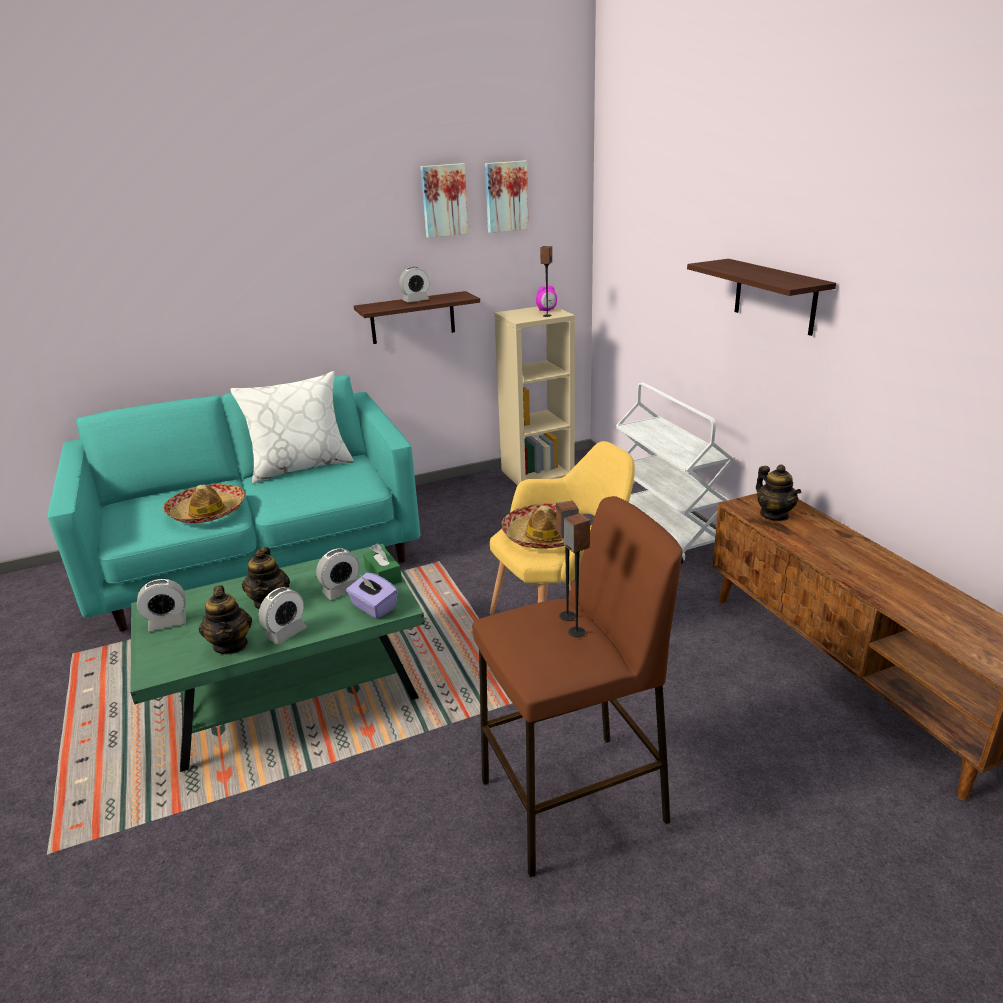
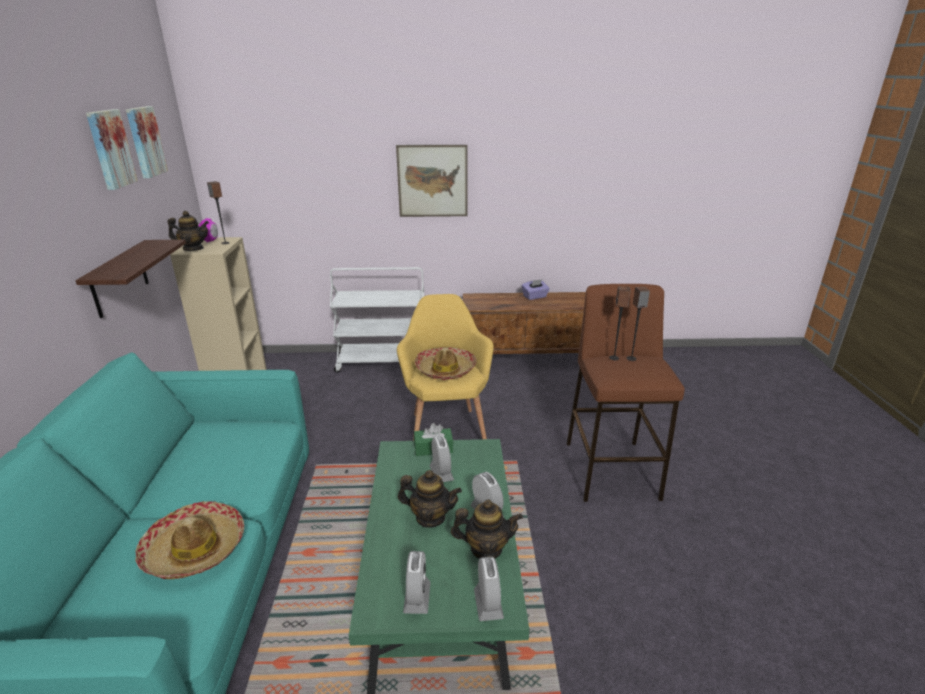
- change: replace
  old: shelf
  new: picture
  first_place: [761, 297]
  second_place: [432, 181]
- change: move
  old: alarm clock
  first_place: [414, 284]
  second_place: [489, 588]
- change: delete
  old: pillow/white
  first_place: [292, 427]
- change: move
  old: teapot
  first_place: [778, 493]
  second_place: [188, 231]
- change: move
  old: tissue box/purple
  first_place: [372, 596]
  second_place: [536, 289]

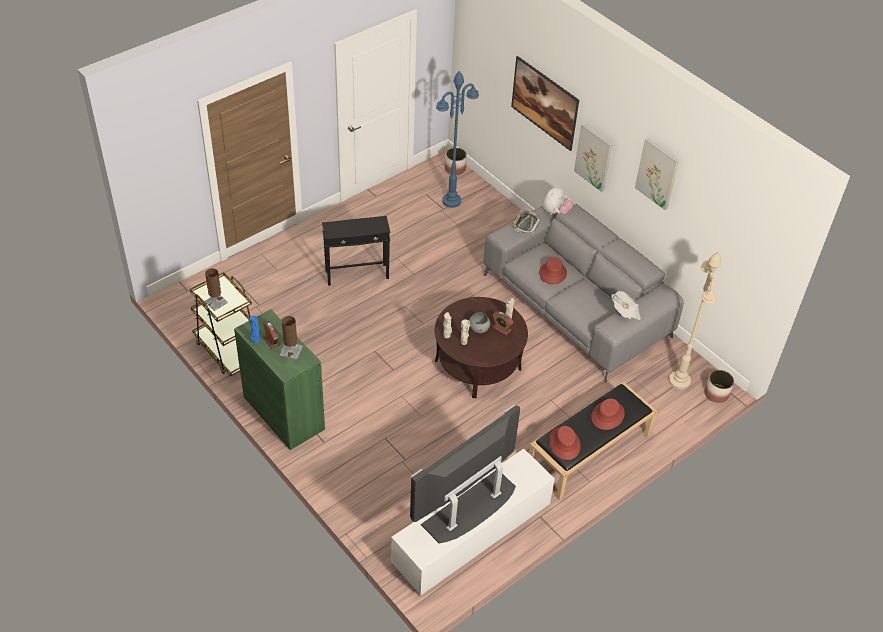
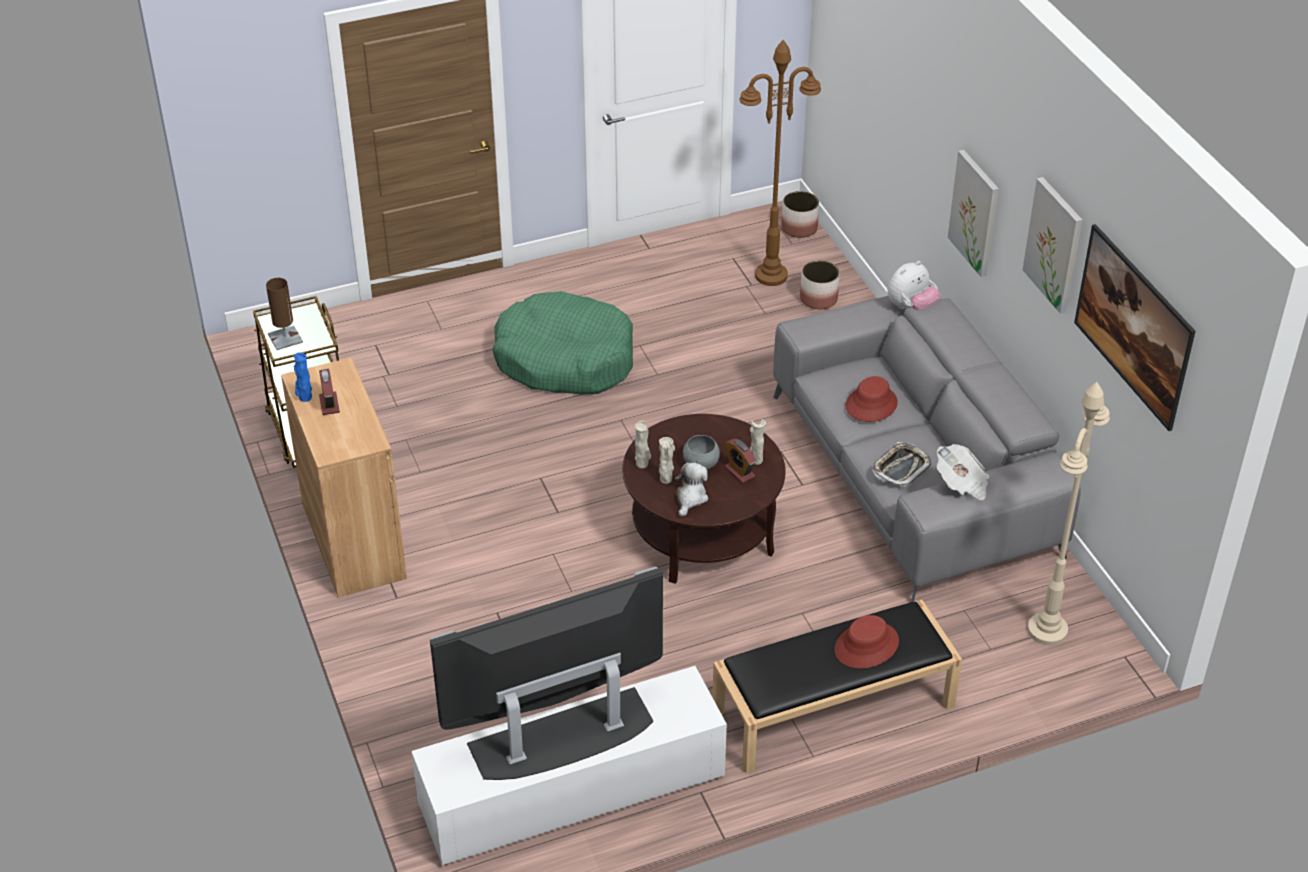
- change: move
  old: picture
  first_place: [545, 103]
  second_place: [1134, 327]
- change: recolor
  old: floor lamp/blue
  new: floor lamp/brown
  first_place: [457, 139]
  second_place: [780, 163]
- change: move
  old: tray
  first_place: [526, 222]
  second_place: [902, 464]
- change: replace
  old: side table/black
  new: dog bed/green
  first_place: [356, 251]
  second_place: [562, 342]
- change: recolor
  old: cabinet/green
  new: cabinet/brown
  first_place: [279, 379]
  second_place: [344, 478]
- change: delete
  old: table lamp/brown
  first_place: [291, 337]
- change: move
  old: planter
  first_place: [719, 386]
  second_place: [820, 285]
- change: delete
  old: hat/red
  first_place: [565, 443]
- change: insert
  new: plush toy
  second_place: [691, 489]

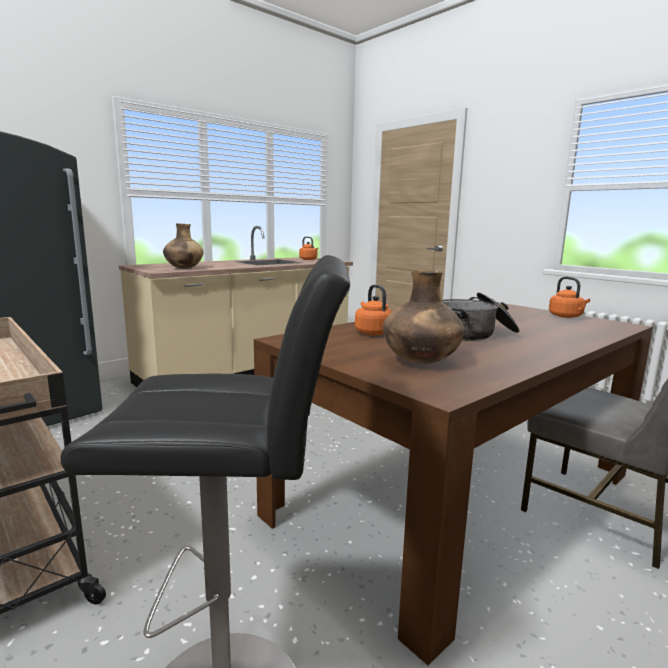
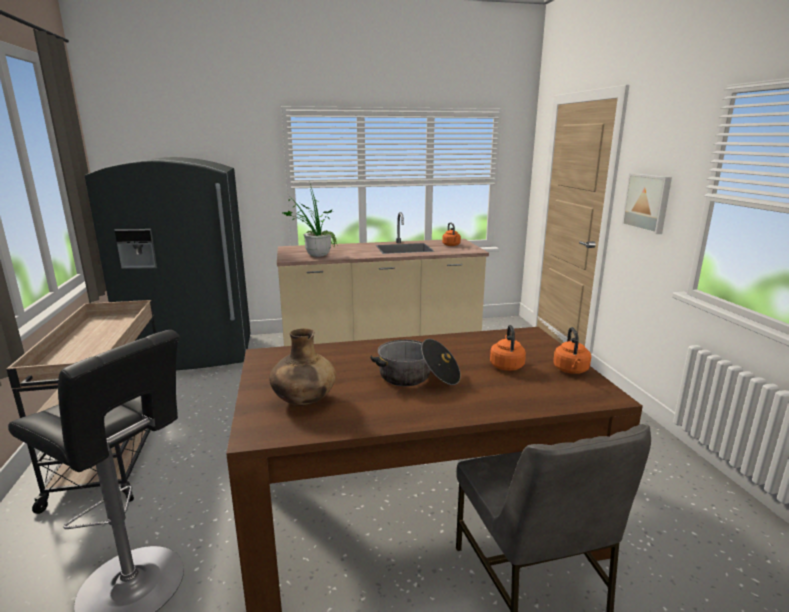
- change: replace
  old: vase/brown
  new: potted plant
  first_place: [183, 246]
  second_place: [310, 219]
- change: move
  old: kettle/orange
  first_place: [374, 310]
  second_place: [508, 348]
- change: insert
  new: picture
  second_place: [647, 203]

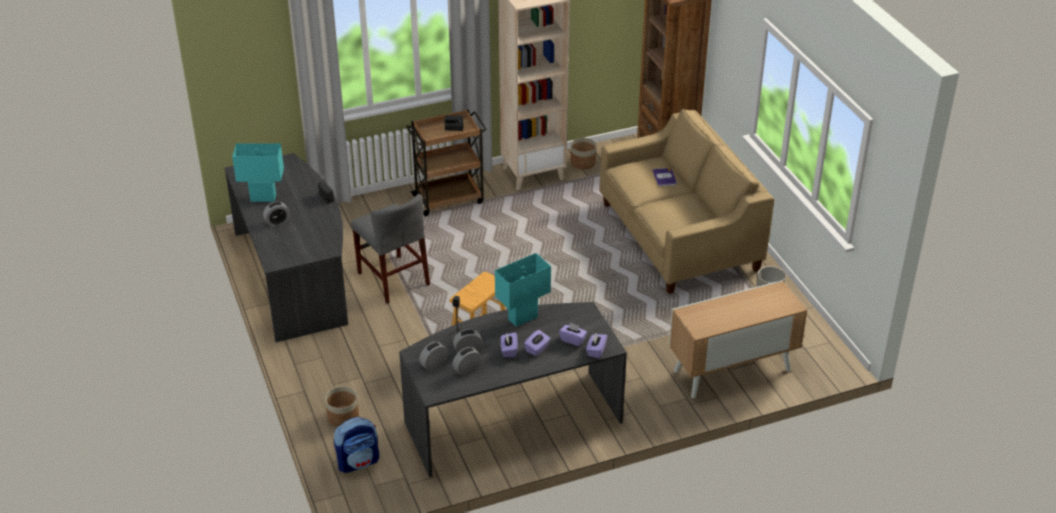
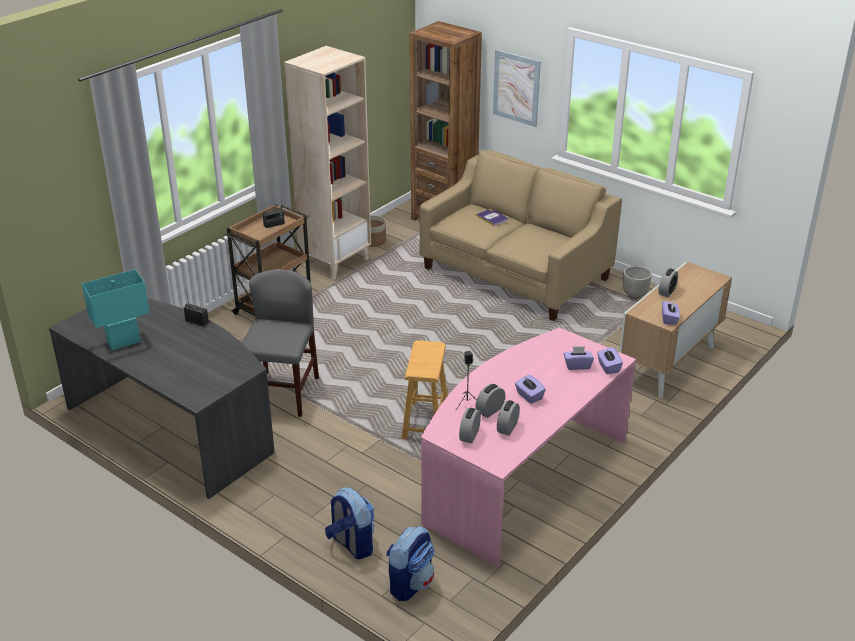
- change: rotate
  old: chair/grey
  first_place: [390, 248]
  second_place: [280, 343]
  degrees: -105
- change: move
  old: alarm clock
  first_place: [276, 214]
  second_place: [668, 282]
- change: delete
  old: table lamp/turquoise
  first_place: [523, 290]
- change: recolor
  old: desk/grey
  new: desk/pink
  first_place: [513, 389]
  second_place: [528, 447]
- change: move
  old: tissue box/purple
  first_place: [537, 343]
  second_place: [671, 312]
- change: replace
  old: planter
  new: backpack
  first_place: [342, 406]
  second_place: [350, 523]
- change: insert
  new: picture
  second_place: [517, 88]

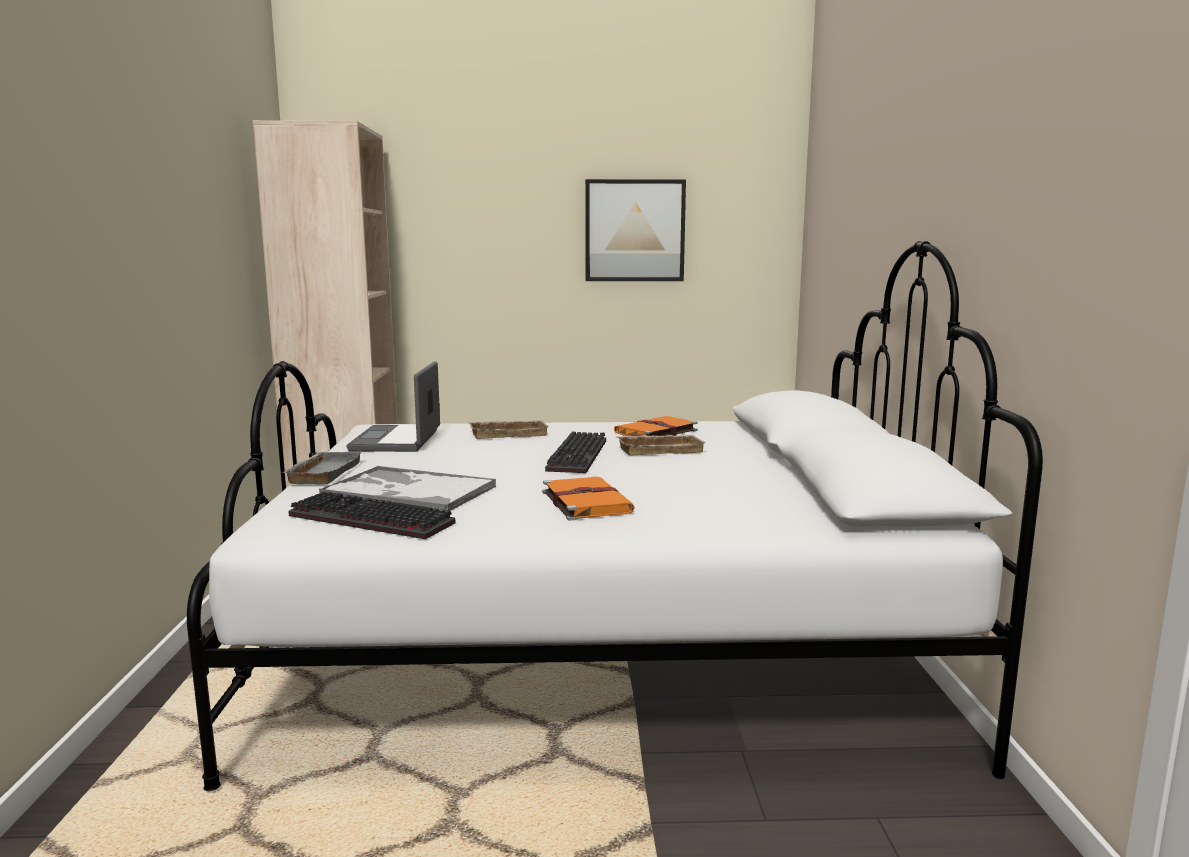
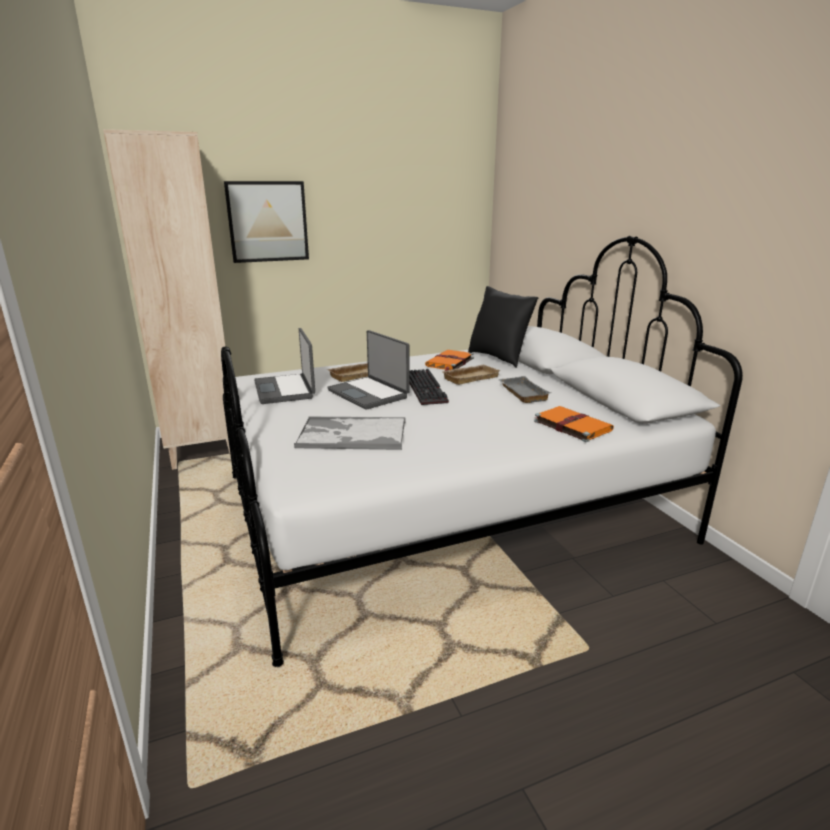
- change: move
  old: picture
  first_place: [635, 230]
  second_place: [266, 222]
- change: move
  old: tray/grey
  first_place: [321, 468]
  second_place: [525, 389]
- change: move
  old: book/orange
  first_place: [588, 498]
  second_place: [574, 424]
- change: delete
  old: keyboard
  first_place: [371, 515]
- change: insert
  new: pillow/black
  second_place: [503, 327]
- change: insert
  new: laptop
  second_place: [368, 370]

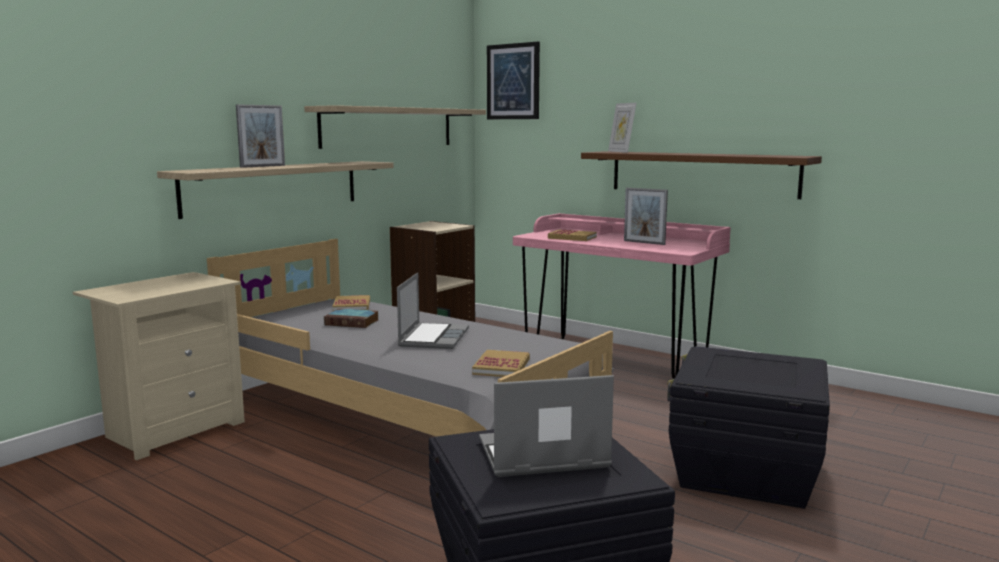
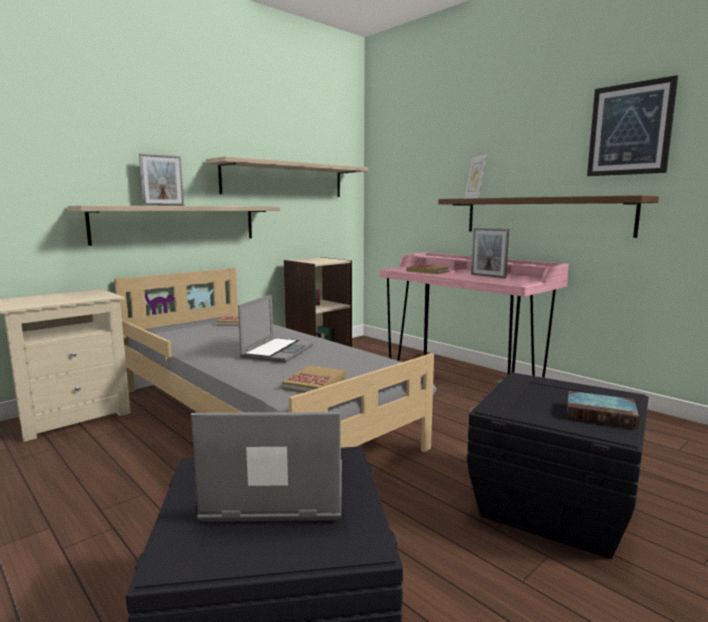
- change: move
  old: picture
  first_place: [513, 80]
  second_place: [632, 125]
- change: move
  old: book
  first_place: [351, 318]
  second_place: [603, 410]

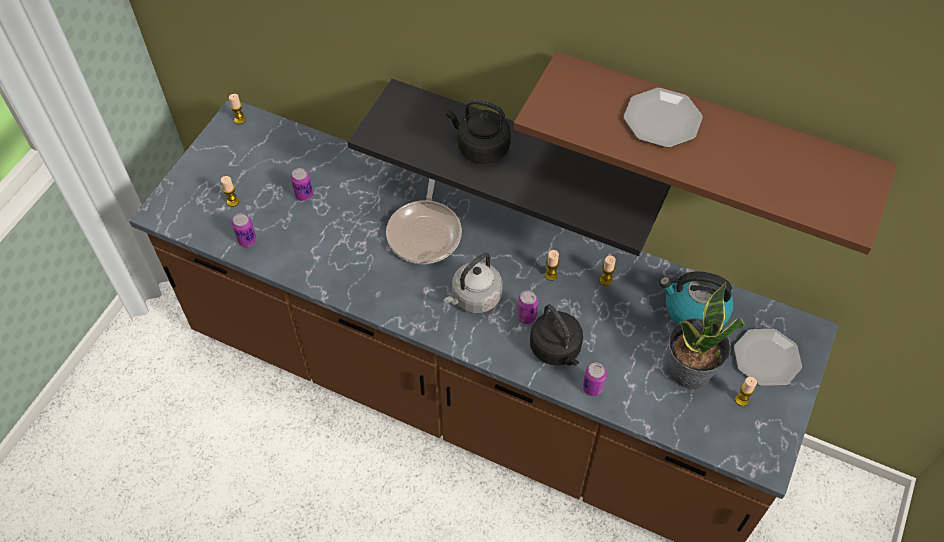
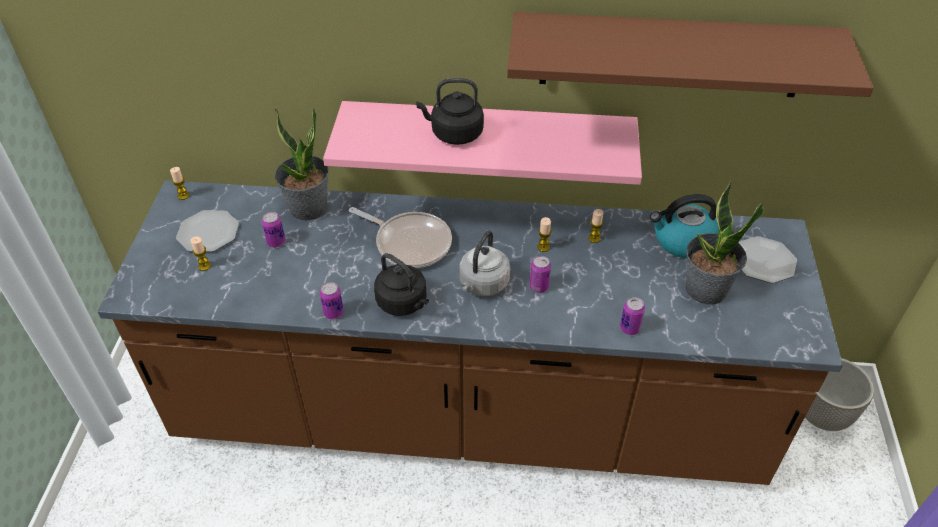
- change: recolor
  old: shelf/black
  new: shelf/pink
  first_place: [509, 167]
  second_place: [482, 143]
- change: move
  old: plate
  first_place: [663, 118]
  second_place: [207, 231]
- change: rotate
  old: frying pan
  first_place: [424, 221]
  second_place: [400, 237]
  degrees: -45
- change: move
  old: can
  first_place: [244, 230]
  second_place: [332, 301]
- change: move
  old: kettle/black
  first_place: [556, 335]
  second_place: [401, 284]
- change: delete
  old: candle
  first_place: [746, 391]
- change: insert
  new: potted plant
  second_place: [302, 164]
- change: insert
  new: planter
  second_place: [839, 394]

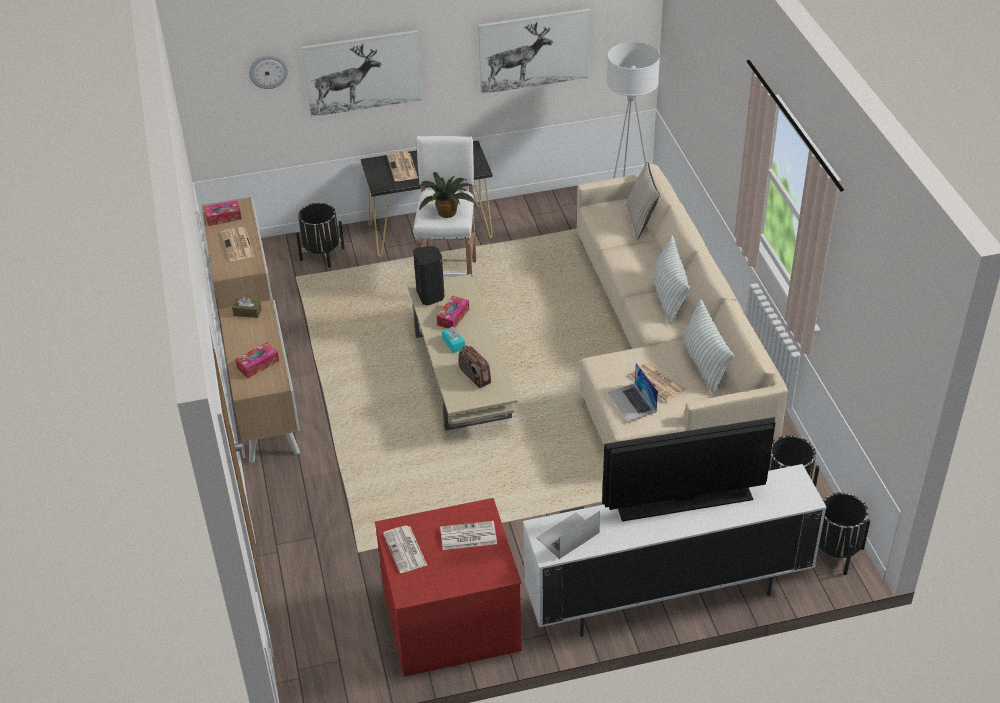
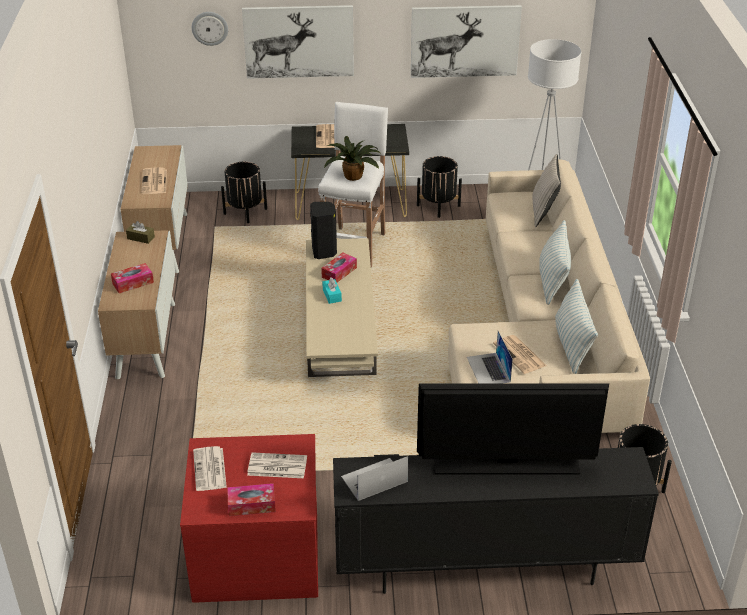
- change: move
  old: tissue box
  first_place: [223, 213]
  second_place: [251, 499]
- change: delete
  old: radio
  first_place: [475, 366]
- change: recolor
  old: tv stand/white
  new: tv stand/black
  first_place: [675, 550]
  second_place: [496, 520]
- change: move
  old: planter/black
  first_place: [844, 533]
  second_place: [439, 187]

